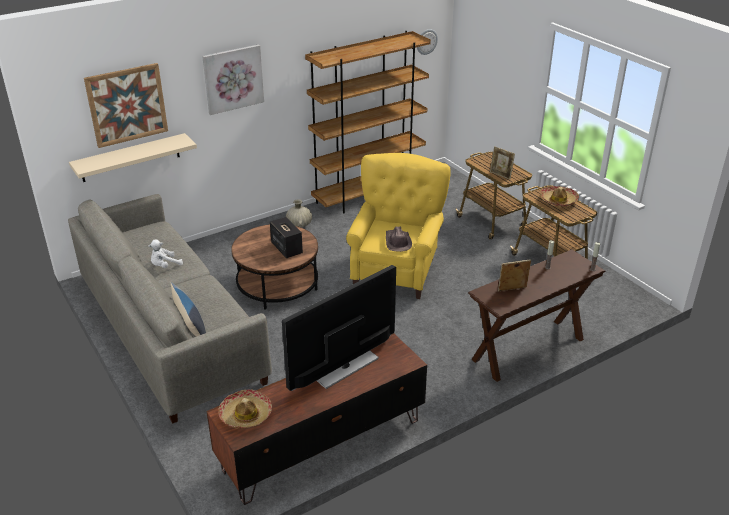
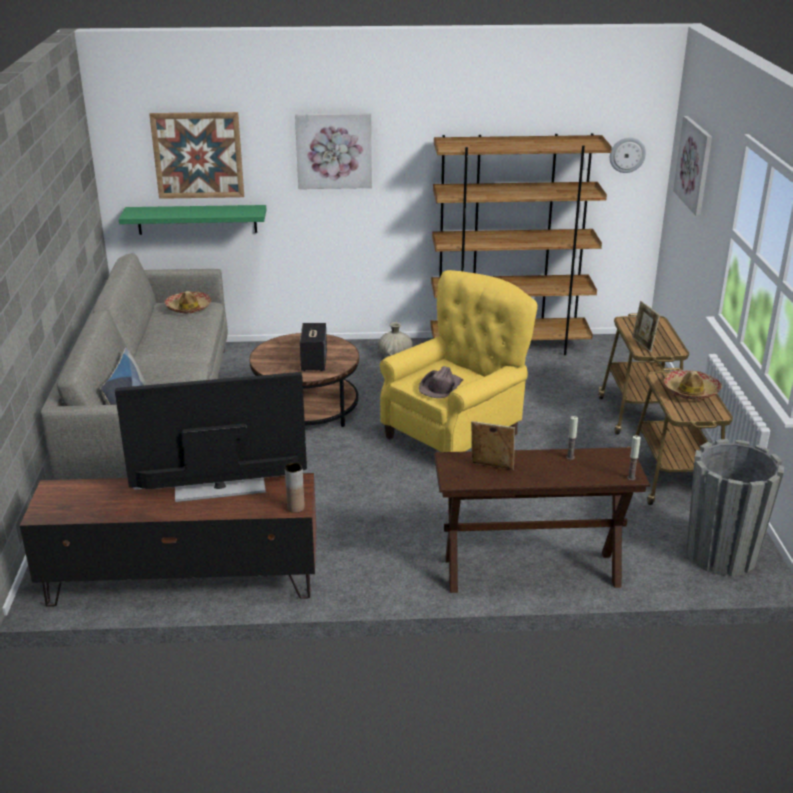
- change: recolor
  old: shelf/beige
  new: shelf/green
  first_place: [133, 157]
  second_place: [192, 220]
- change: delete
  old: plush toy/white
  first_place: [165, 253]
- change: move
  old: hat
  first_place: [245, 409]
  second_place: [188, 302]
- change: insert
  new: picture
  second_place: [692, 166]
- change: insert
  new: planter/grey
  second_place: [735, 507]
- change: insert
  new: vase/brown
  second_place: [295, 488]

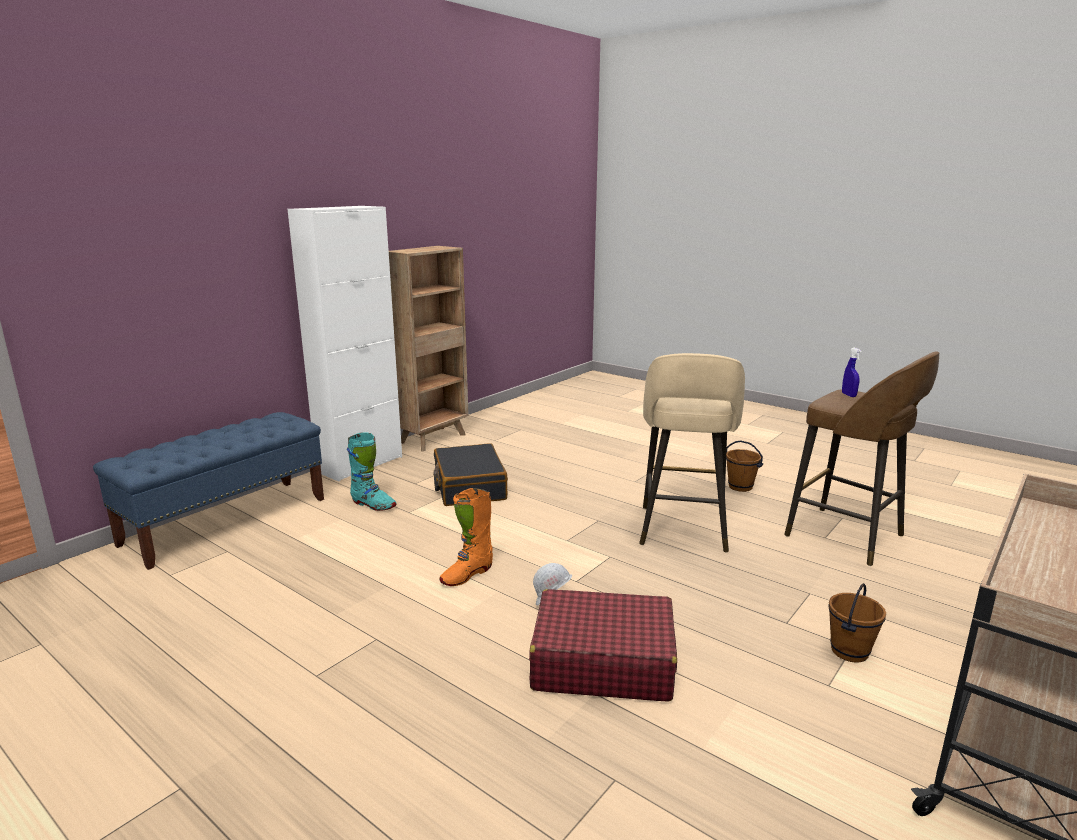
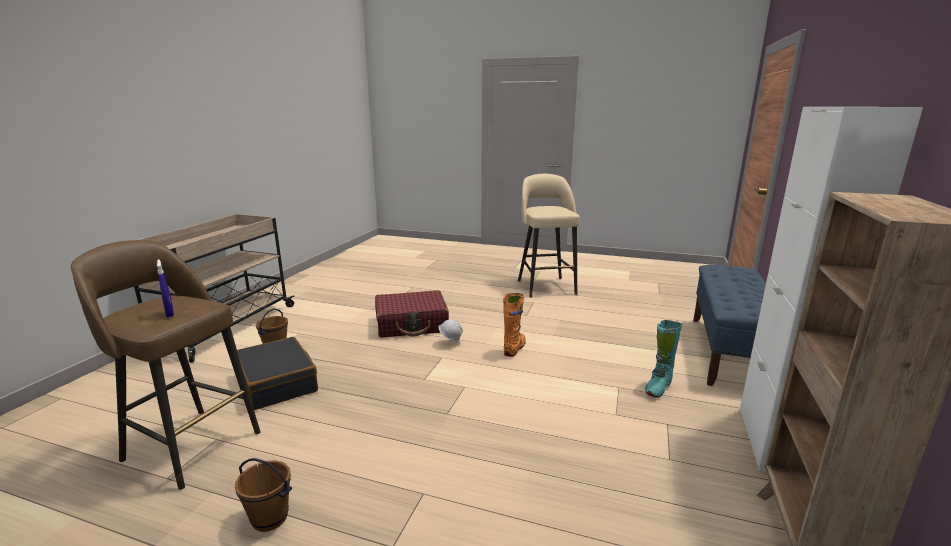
- change: move
  old: stool/beige
  first_place: [692, 453]
  second_place: [549, 236]
- change: rotate
  old: boot/turquoise
  first_place: [372, 471]
  second_place: [663, 359]
  degrees: -60
- change: move
  old: suitcase/black
  first_place: [470, 474]
  second_place: [277, 373]

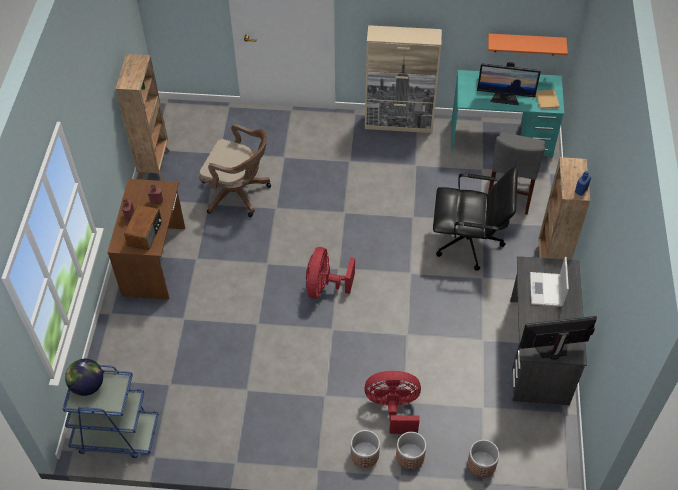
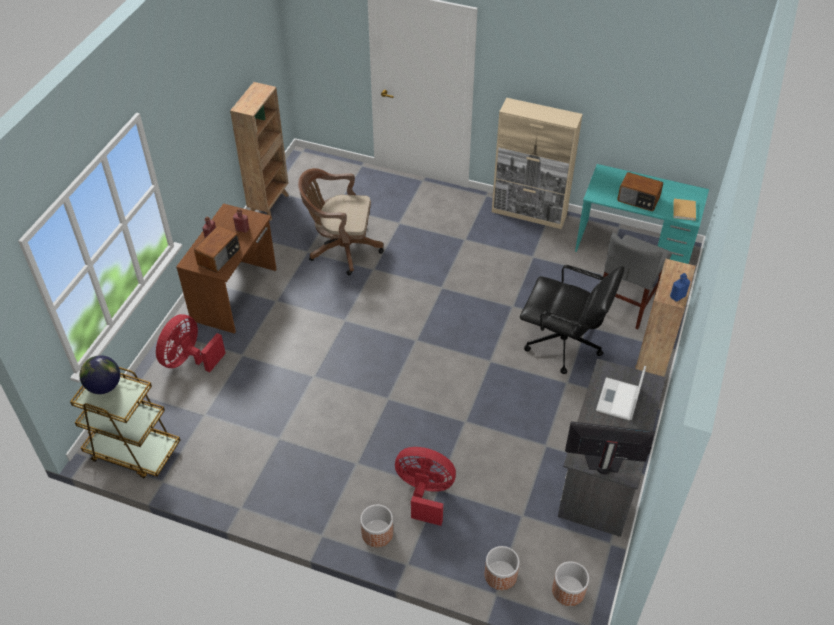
- change: delete
  old: shelf/orange
  first_place: [528, 44]
- change: replace
  old: monitor
  new: radio
  first_place: [509, 83]
  second_place: [640, 191]
- change: rotate
  old: office chair/brown
  first_place: [235, 170]
  second_place: [341, 221]
  degrees: 150
- change: move
  old: fan/red
  first_place: [330, 272]
  second_place: [191, 343]
- change: recolor
  old: cart/blue
  new: cart/brown
  first_place: [111, 411]
  second_place: [125, 422]
- change: move
  old: planter
  first_place: [411, 450]
  second_place: [570, 583]

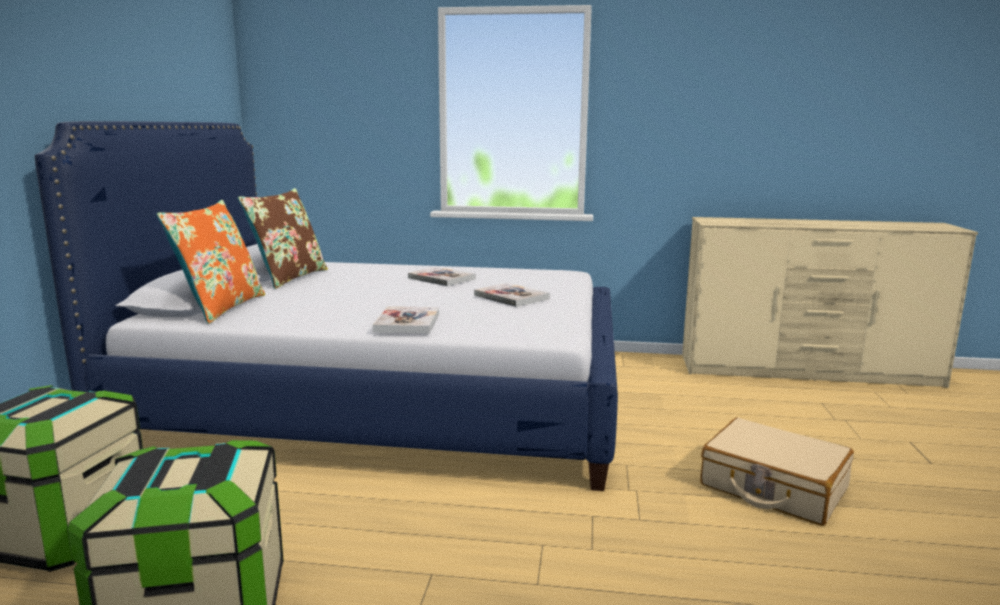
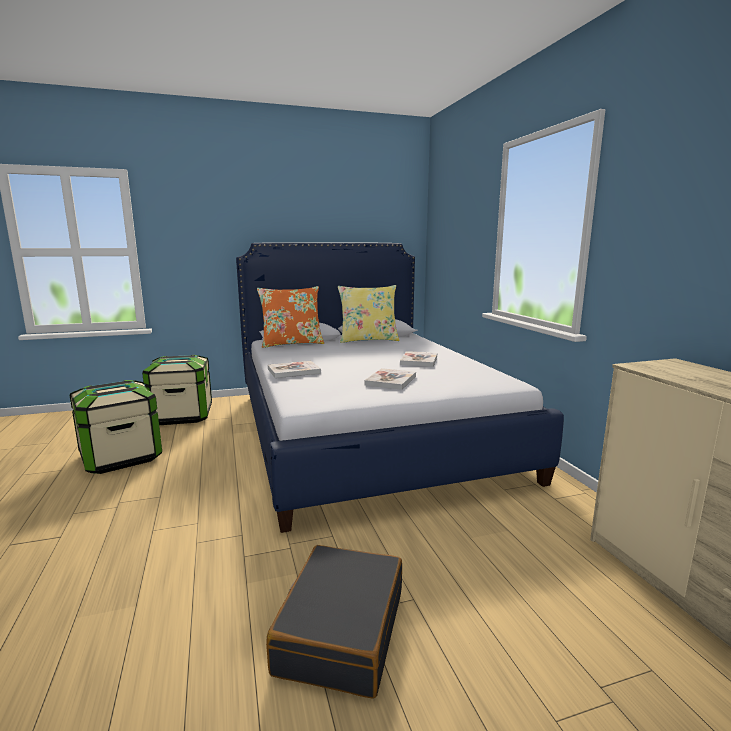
- change: recolor
  old: pillow/brown
  new: pillow/yellow
  first_place: [283, 238]
  second_place: [369, 314]
- change: recolor
  old: suitcase/beige
  new: suitcase/black
  first_place: [777, 472]
  second_place: [334, 622]

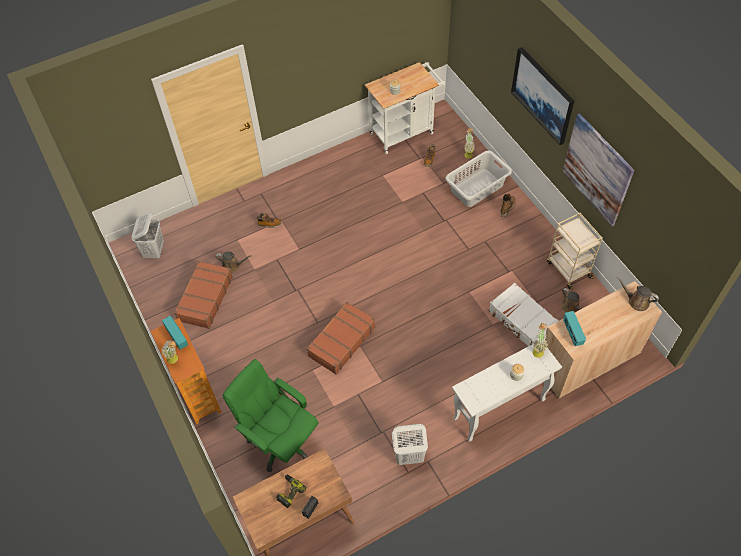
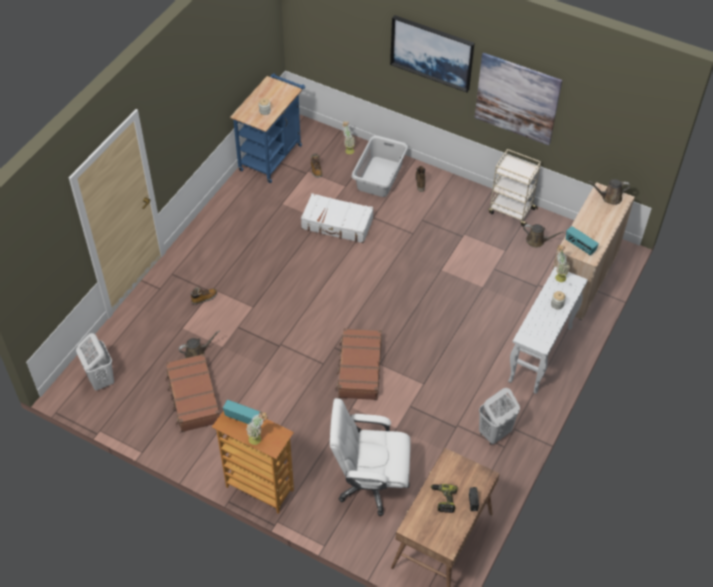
- change: recolor
  old: cart/white
  new: cart/blue
  first_place: [405, 108]
  second_place: [267, 128]
- change: move
  old: suitcase/white
  first_place: [523, 314]
  second_place: [337, 218]
- change: recolor
  old: office chair/green
  new: office chair/white
  first_place: [270, 415]
  second_place: [370, 457]

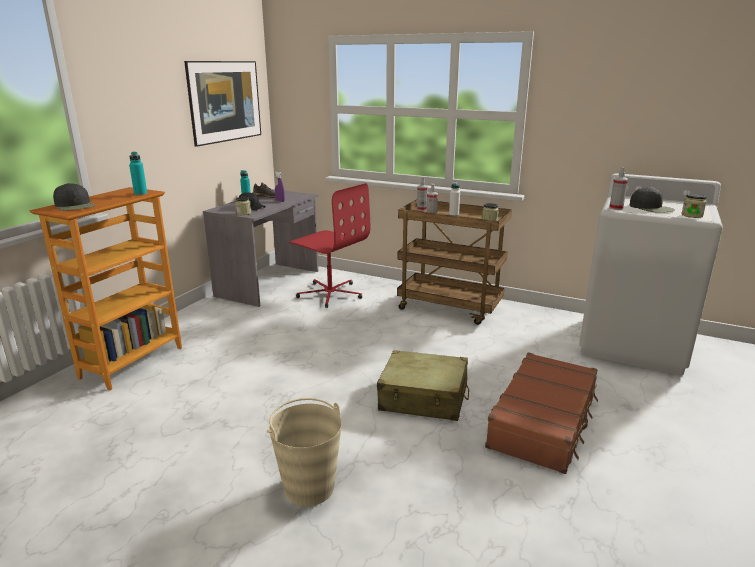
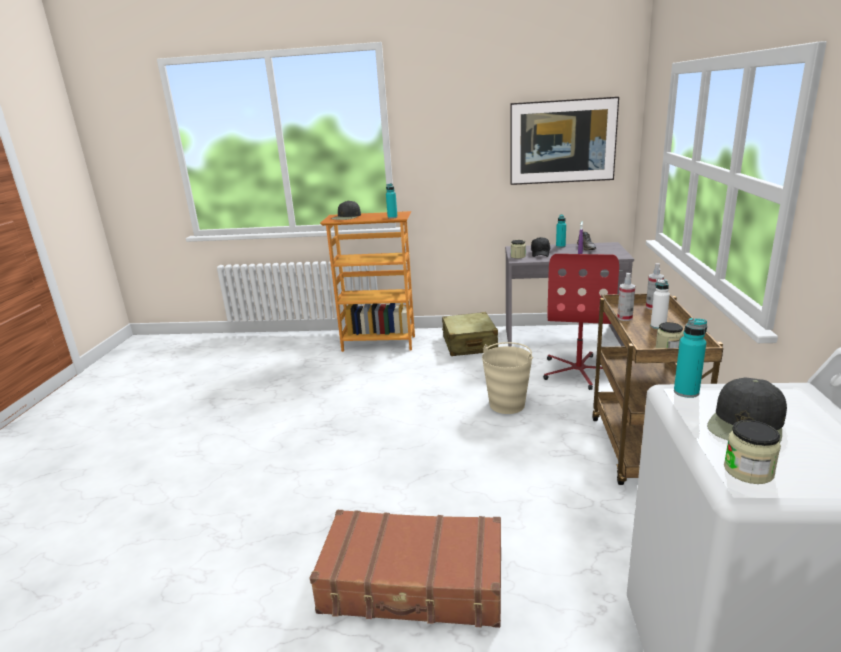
- change: replace
  old: spray bottle
  new: bottle/turquoise
  first_place: [618, 188]
  second_place: [690, 358]
- change: move
  old: suitcase/beige
  first_place: [423, 385]
  second_place: [470, 334]
- change: move
  old: bucket/beige
  first_place: [304, 452]
  second_place: [507, 378]

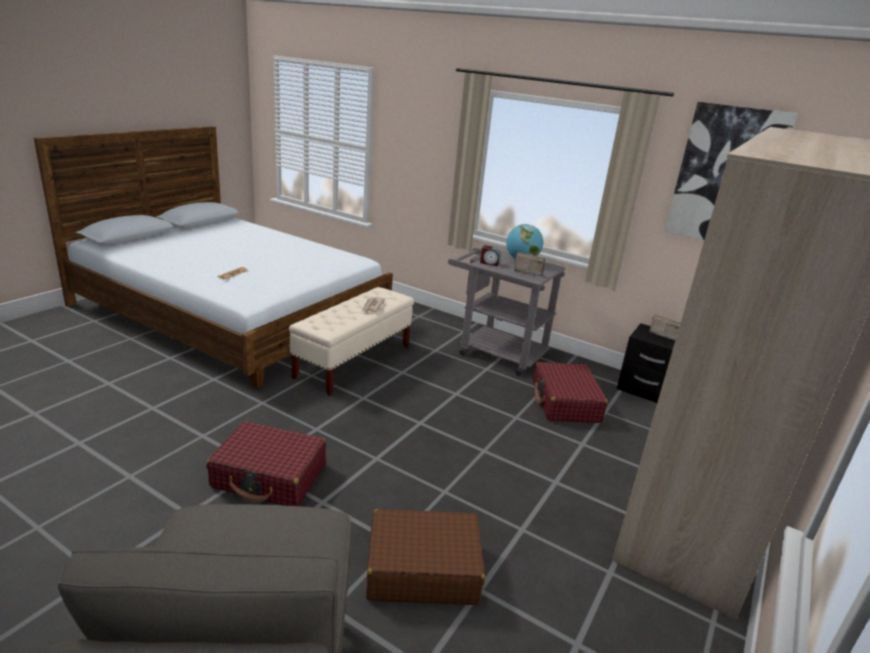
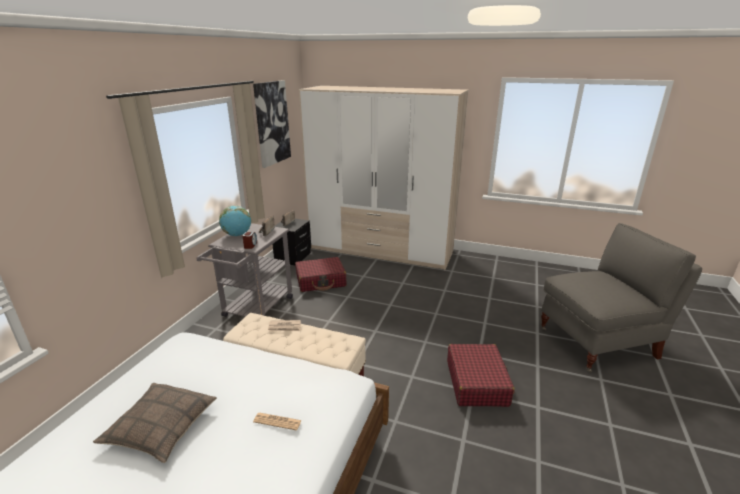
- change: delete
  old: suitcase/brown
  first_place: [425, 557]
- change: insert
  new: pillow
  second_place: [155, 423]

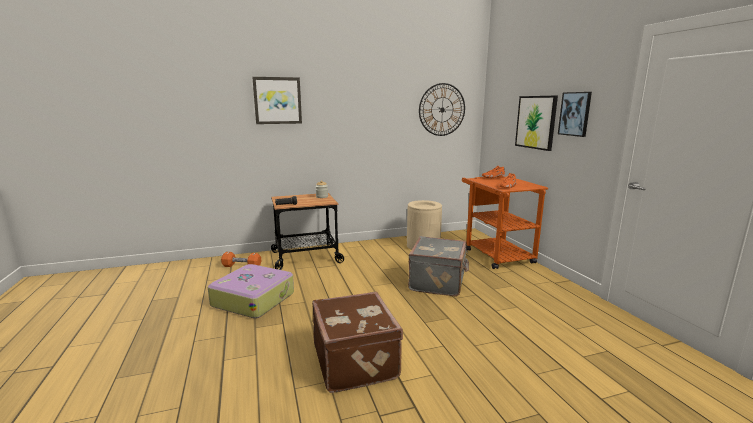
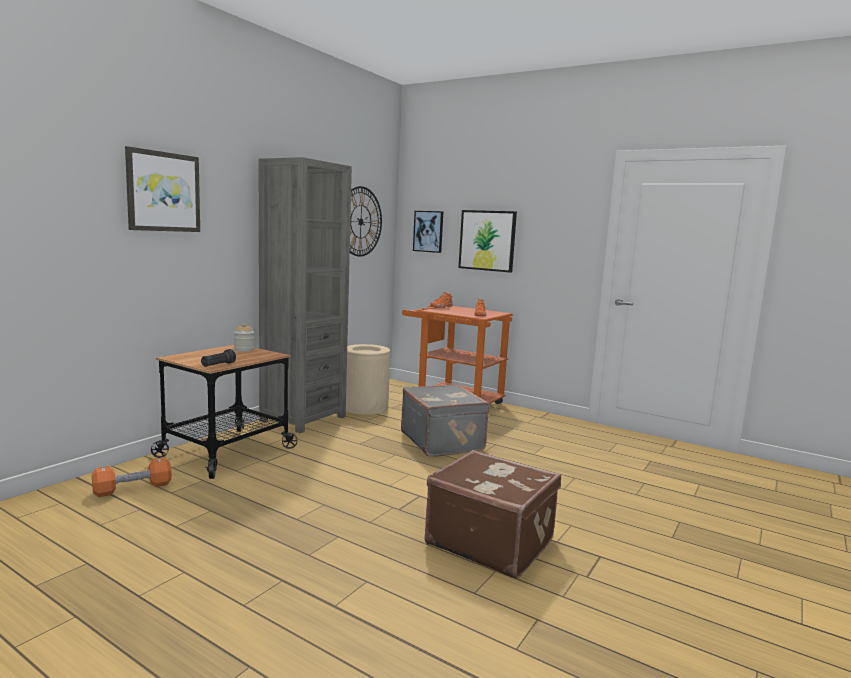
- change: move
  old: picture
  first_place: [575, 114]
  second_place: [428, 232]
- change: delete
  old: suitcase
  first_place: [251, 291]
- change: insert
  new: bookcase/grey
  second_place: [305, 295]

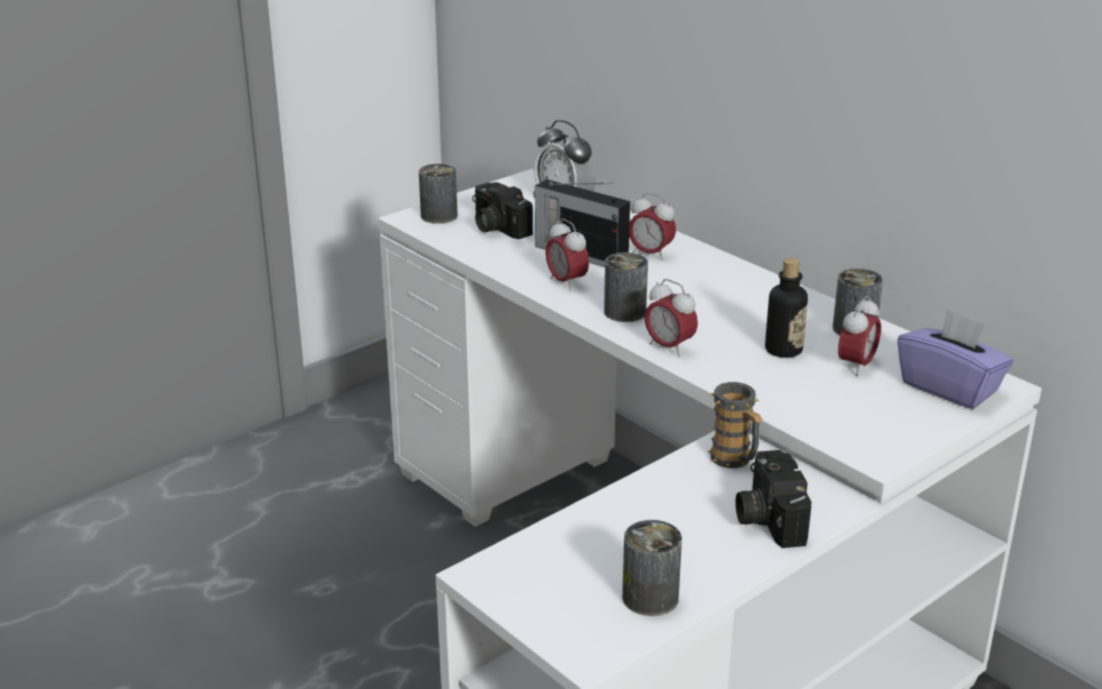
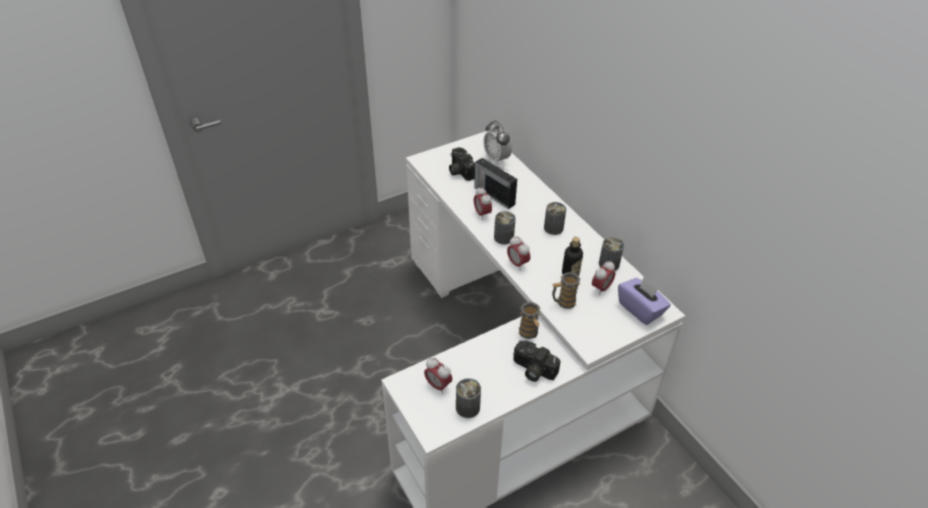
- change: move
  old: can
  first_place: [438, 194]
  second_place: [555, 218]
- change: move
  old: alarm clock
  first_place: [652, 227]
  second_place: [438, 375]
- change: rotate
  old: photo camera
  first_place: [773, 499]
  second_place: [537, 361]
  degrees: -60
- change: insert
  new: mug
  second_place: [566, 290]

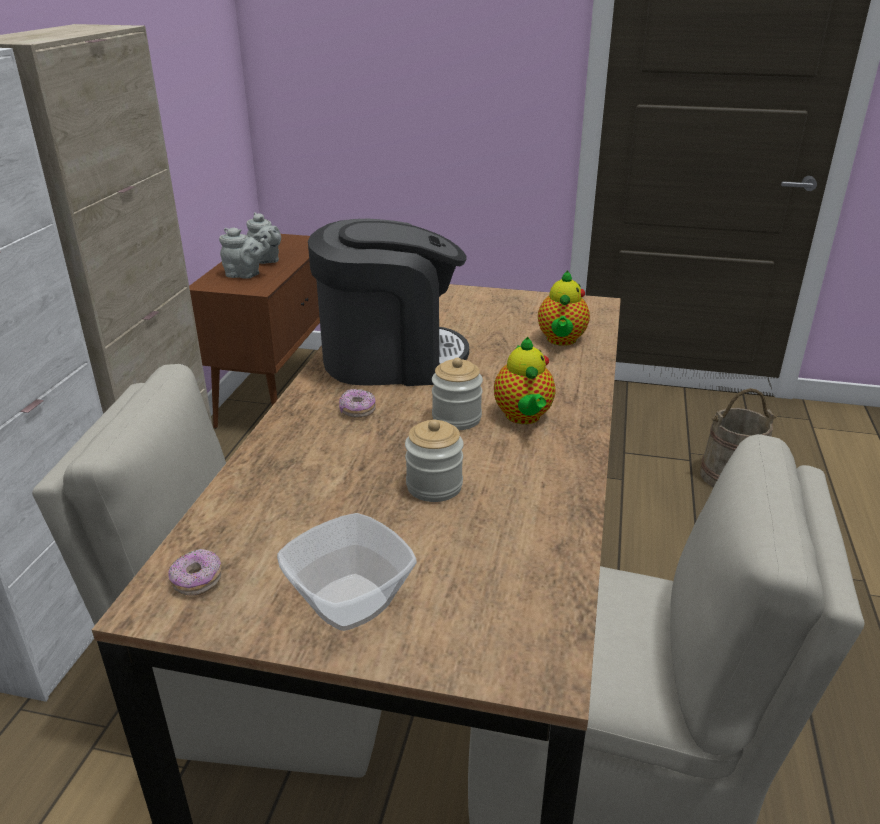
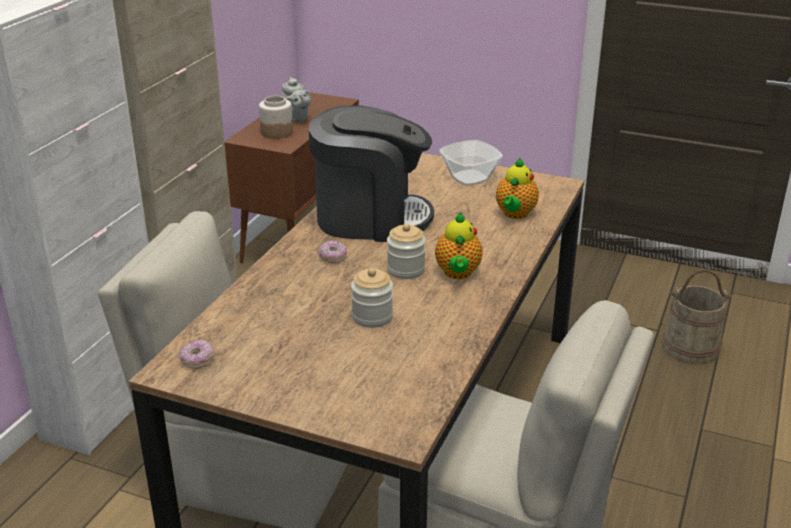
- change: replace
  old: teapot/grey
  new: jar
  first_place: [244, 253]
  second_place: [276, 117]
- change: move
  old: bowl
  first_place: [347, 572]
  second_place: [471, 163]

